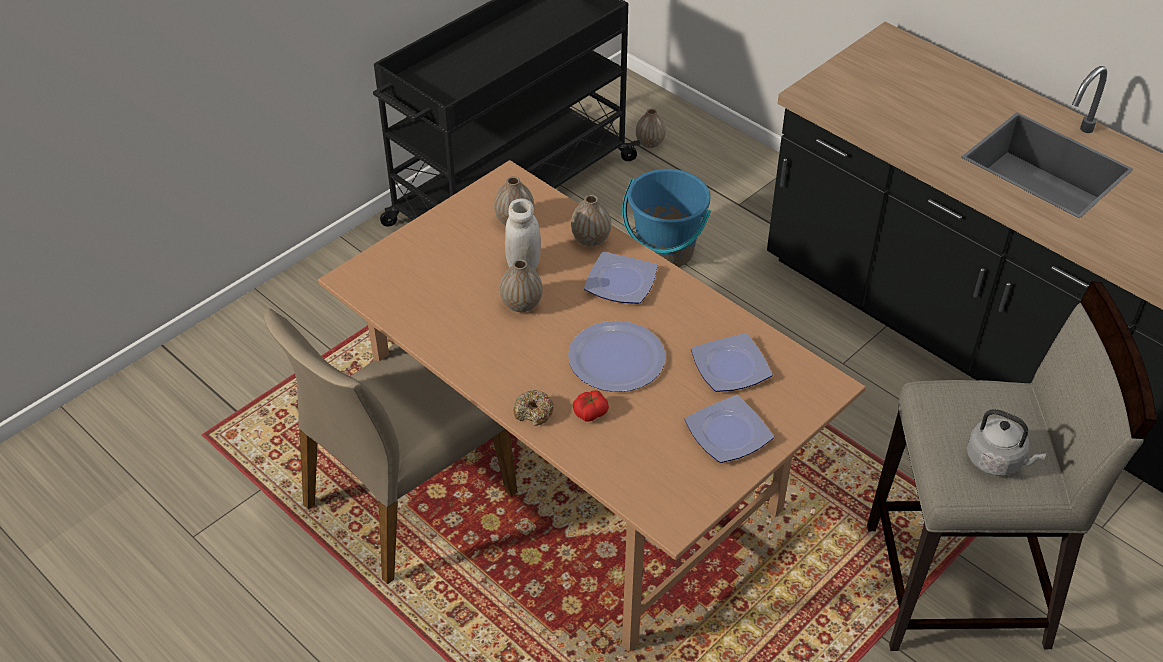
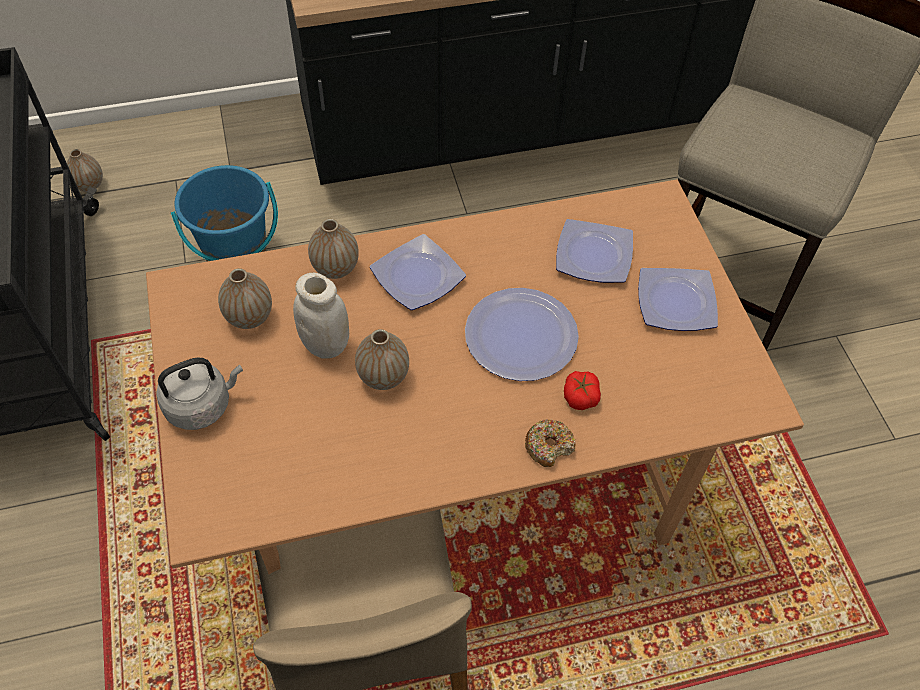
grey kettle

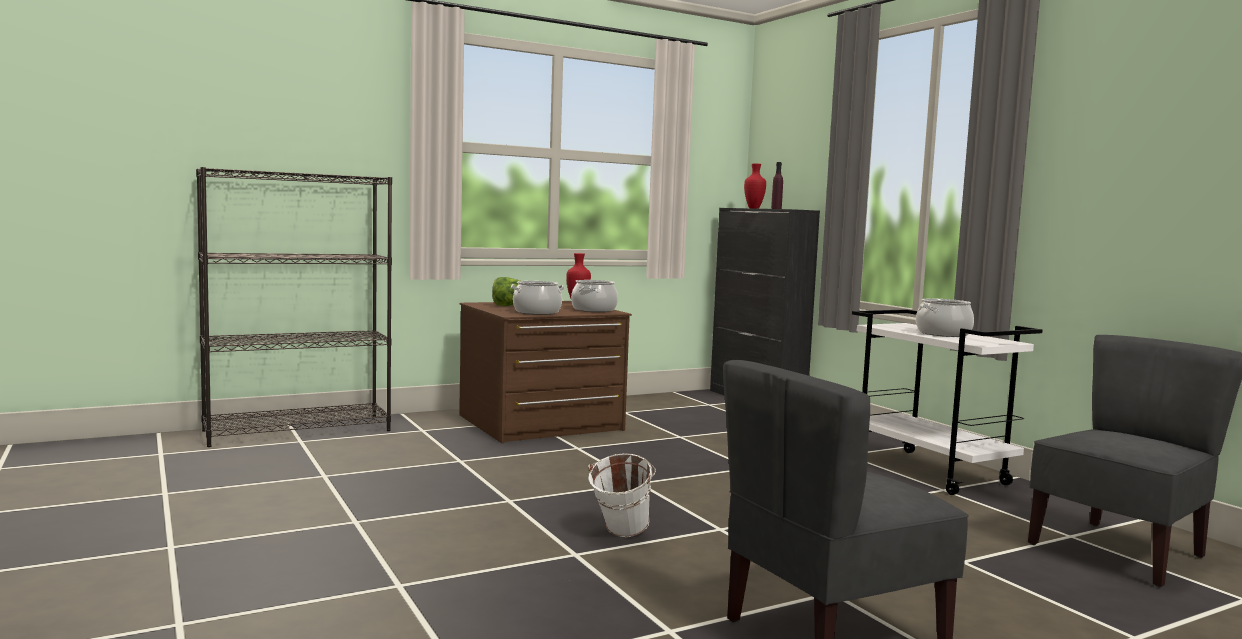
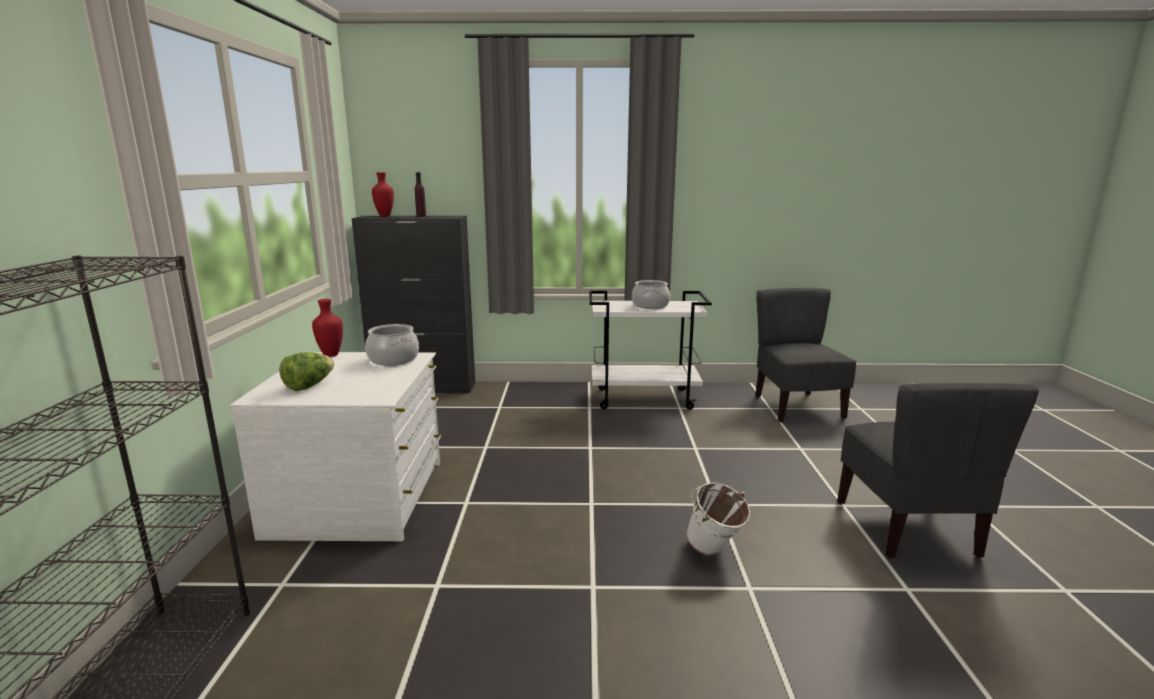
white dresser
cooking pot (1st from left in the first image)

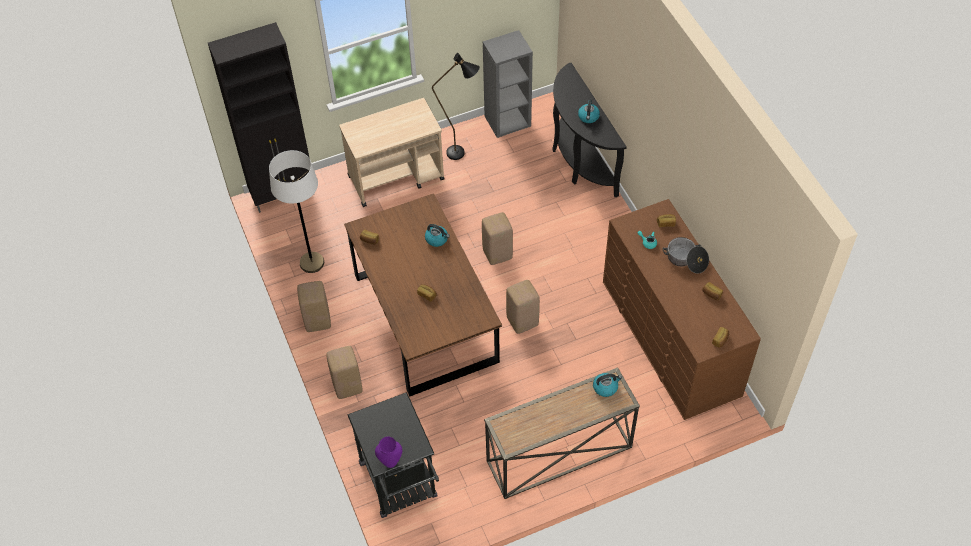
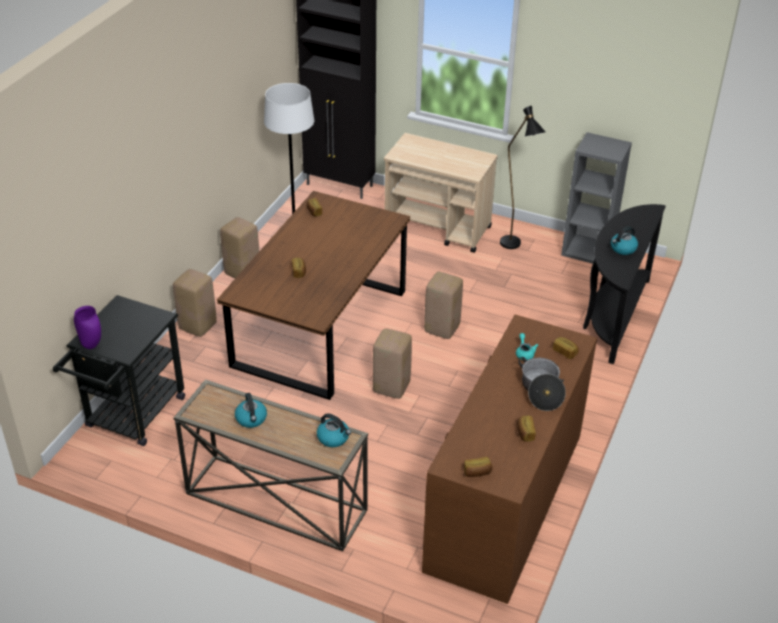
kettle (1st from left)

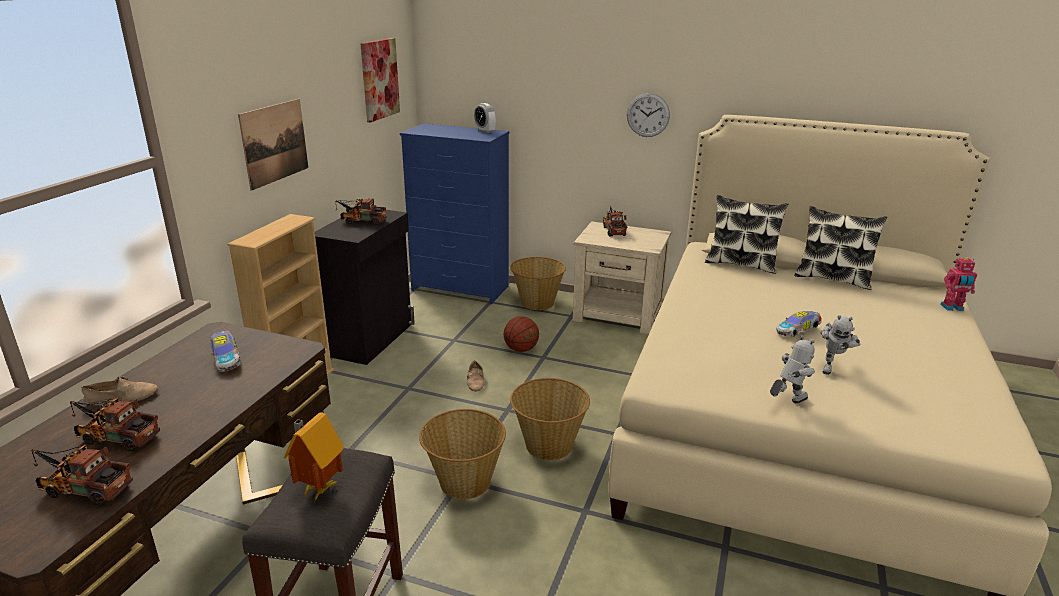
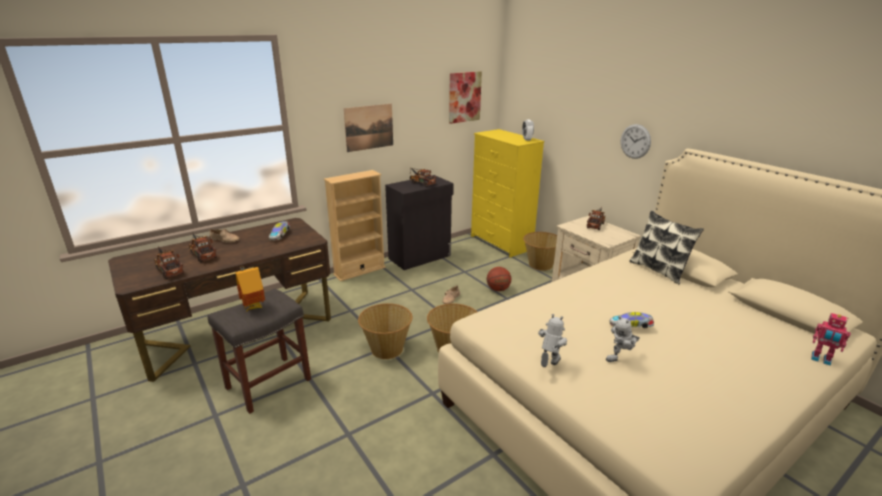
yellow dresser
toy robot (1st from left)
pillow (2nd from left in the first image)

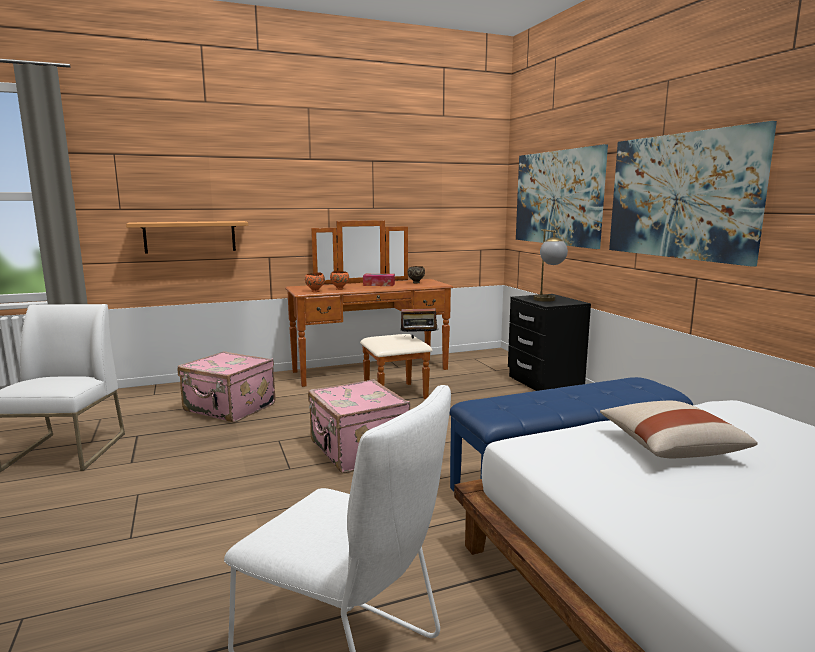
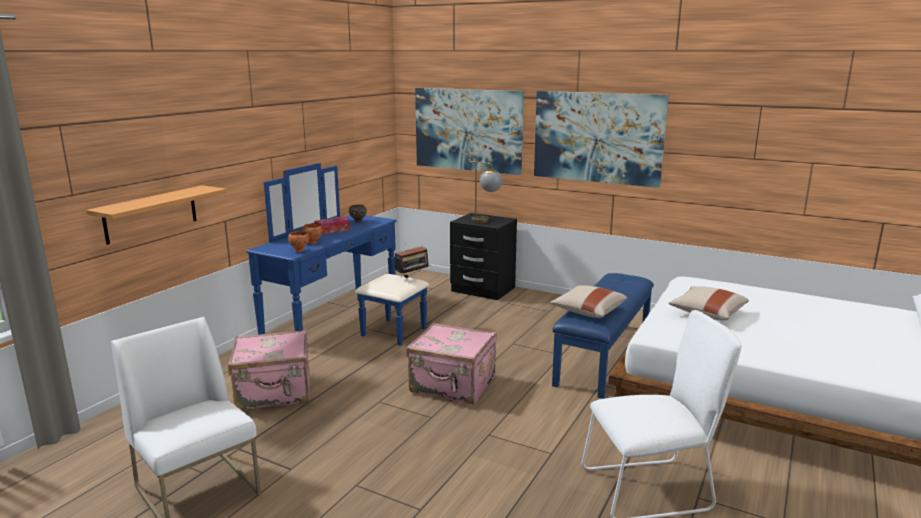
blue dresser
beige pillow (1st from left)

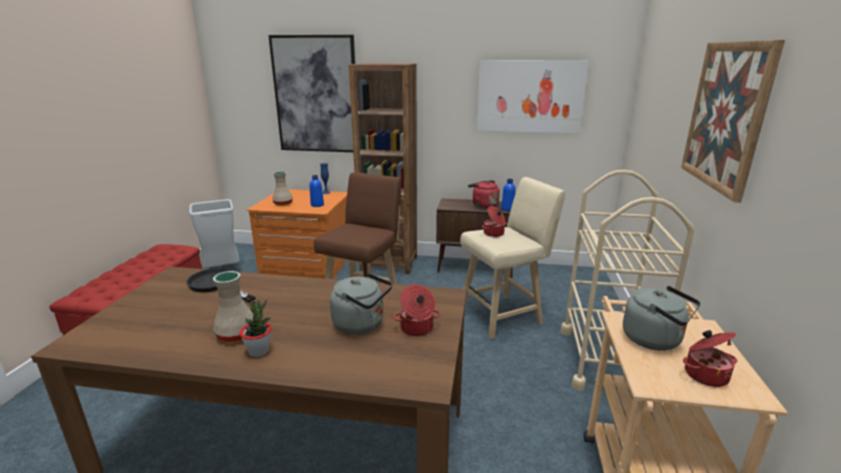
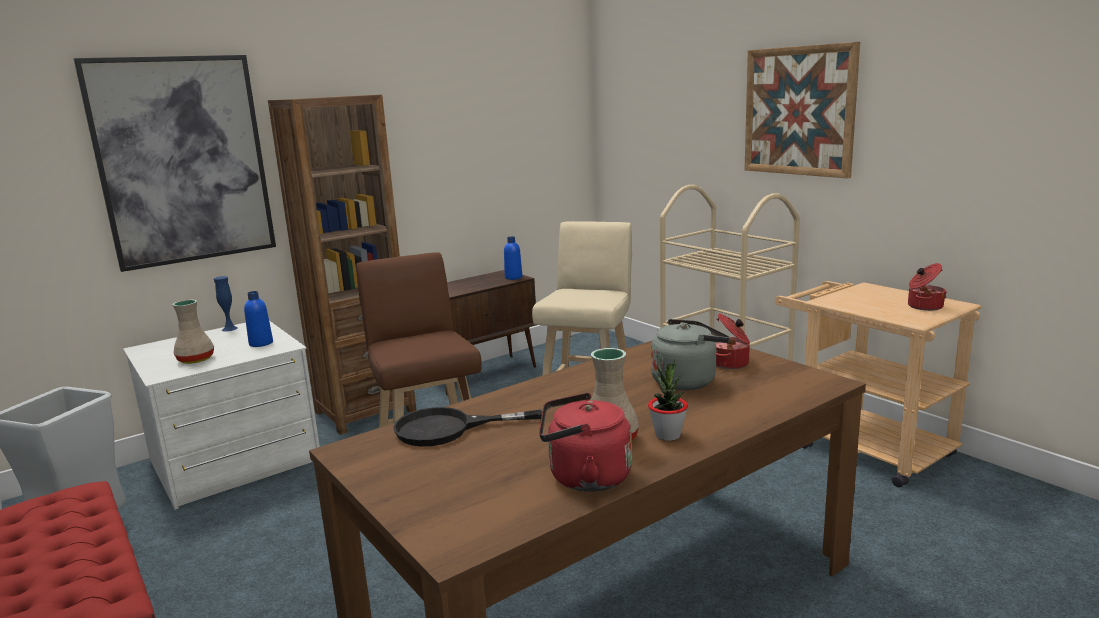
white dresser
red kettle
picture (2nd from left in the first image)
cooking pot (2nd from left in the first image)
grey kettle (2nd from left in the first image)

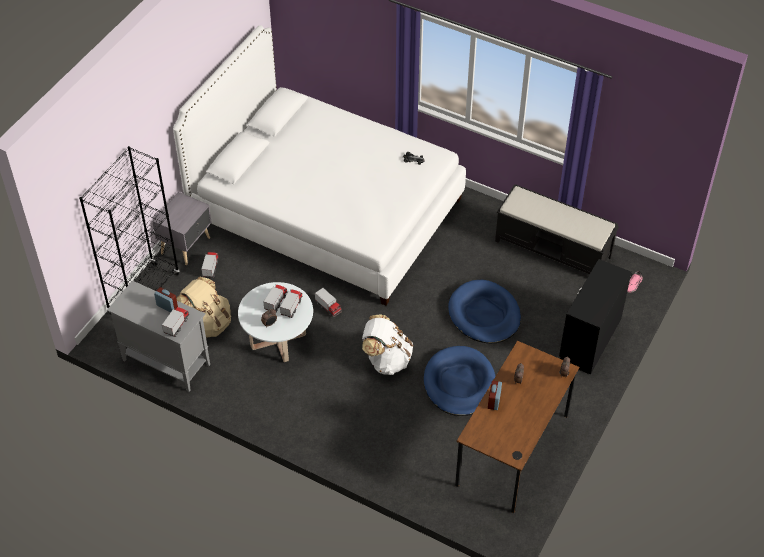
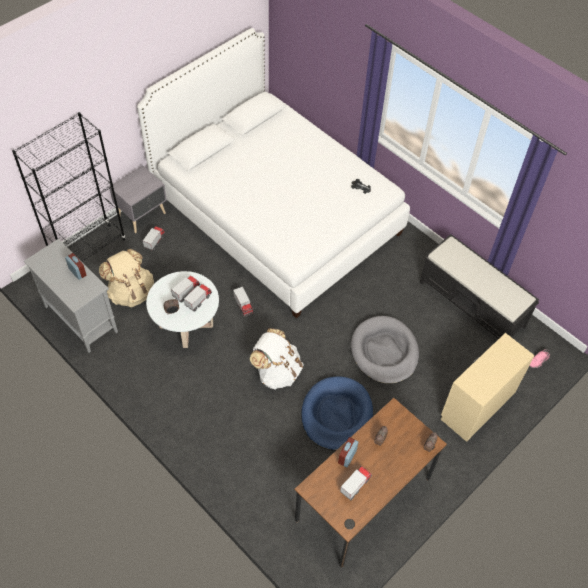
toy truck (5th from left)
grey dog bed
beige dresser

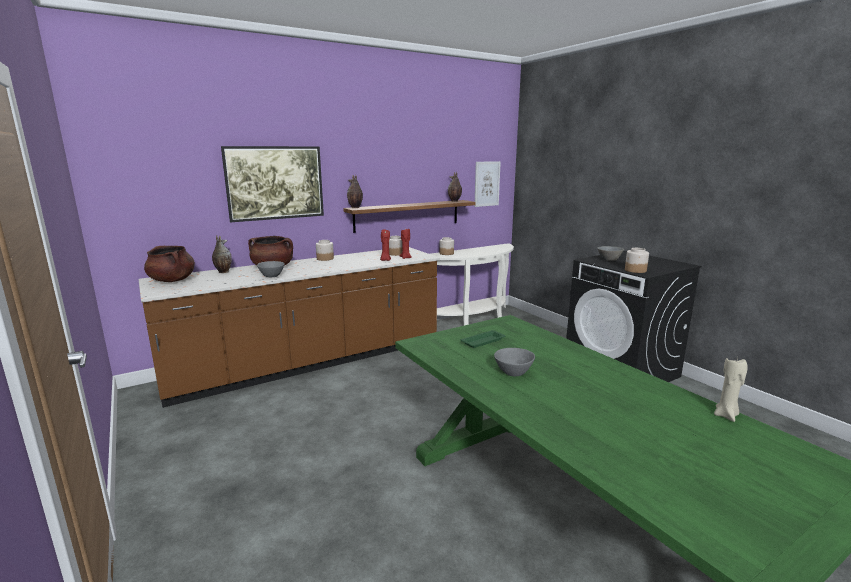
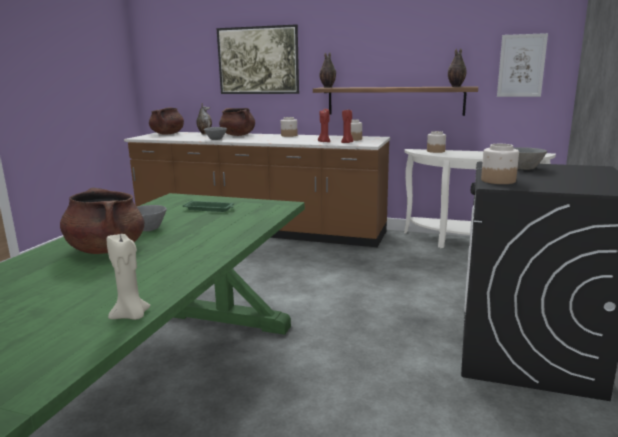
brown cooking pot (1st from left)

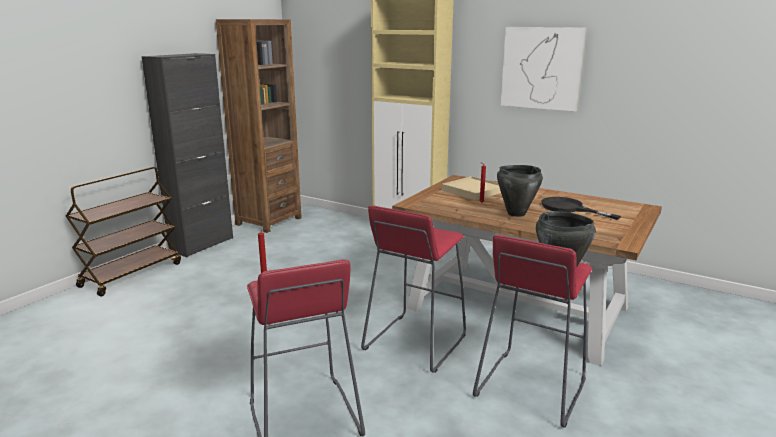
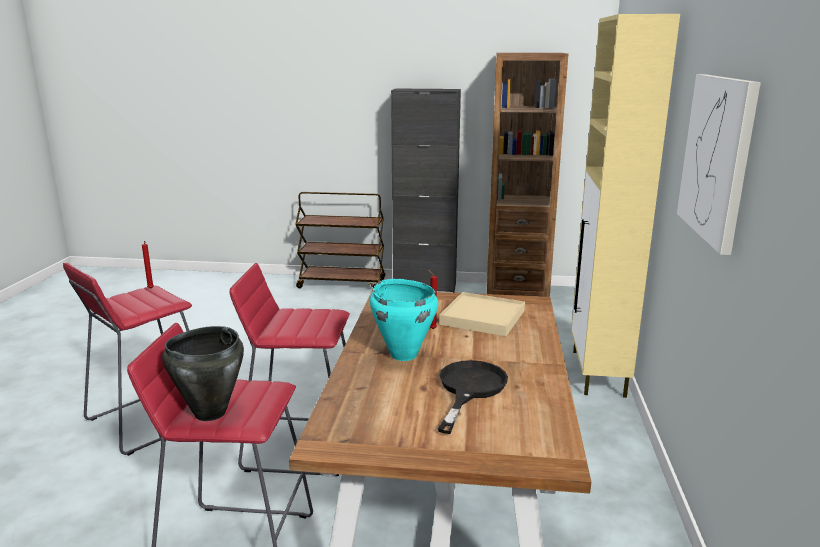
turquoise cooking pot

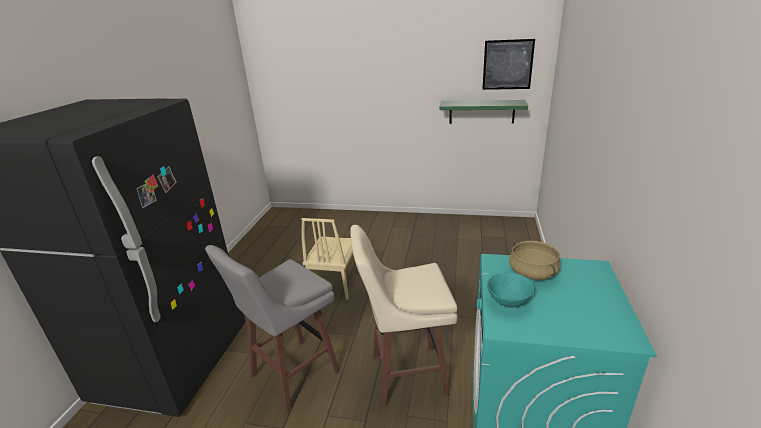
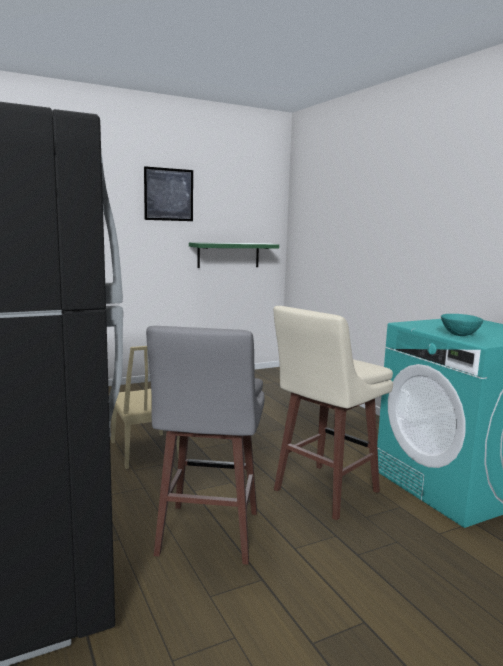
picture
beige cooking pot

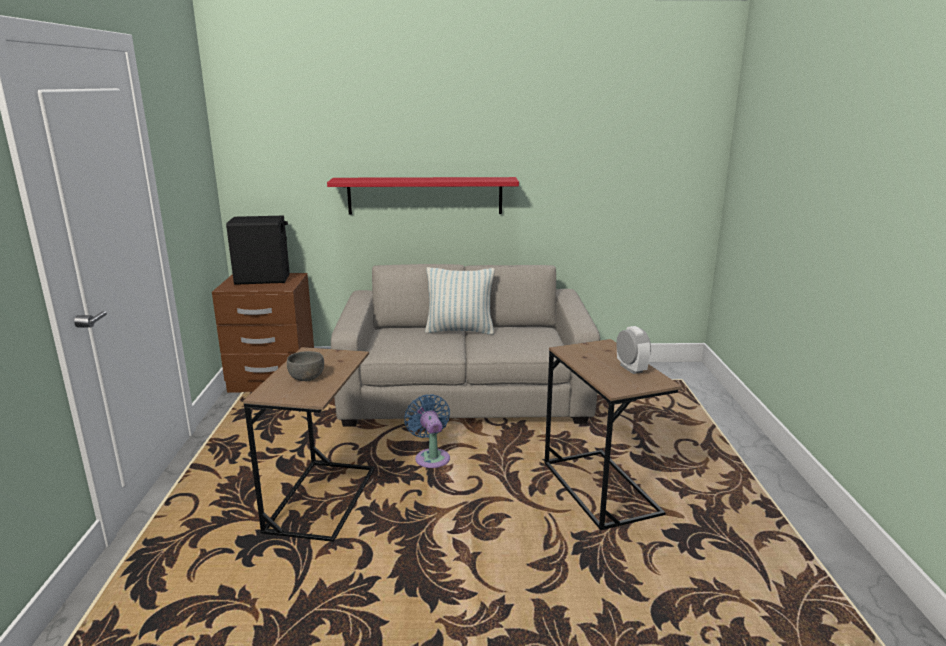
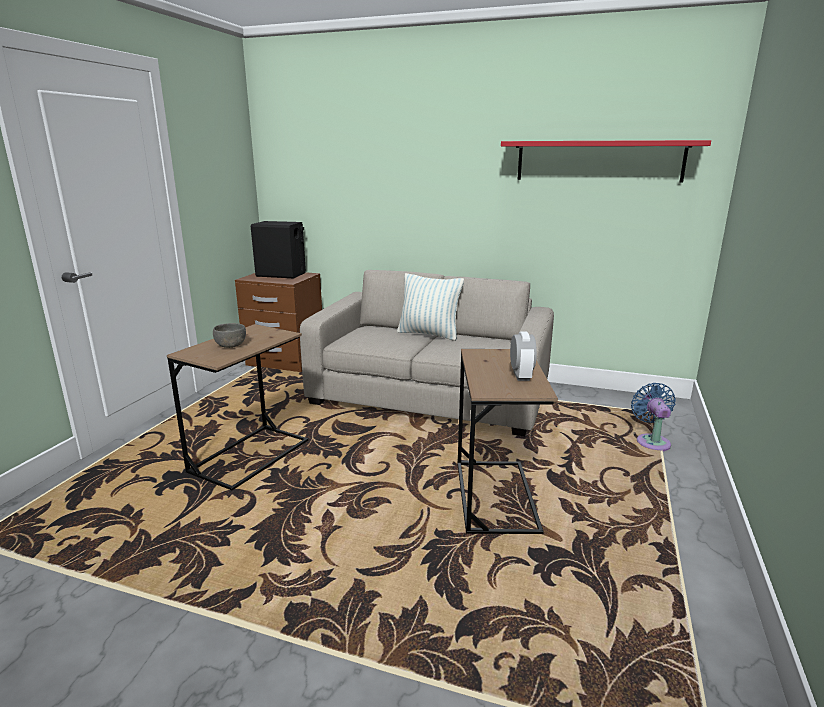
red shelf
blue fan

